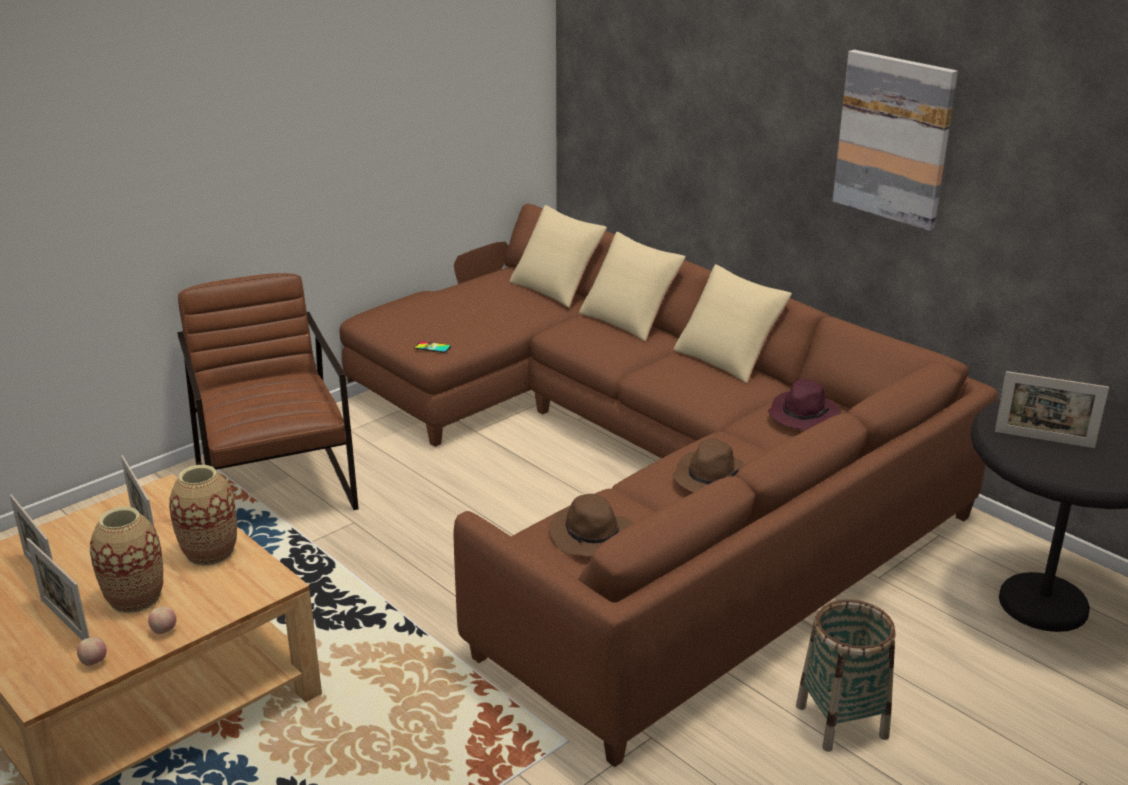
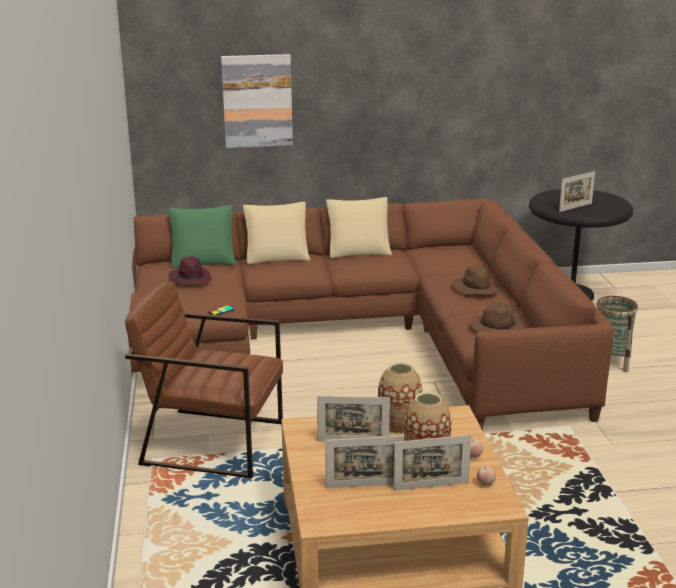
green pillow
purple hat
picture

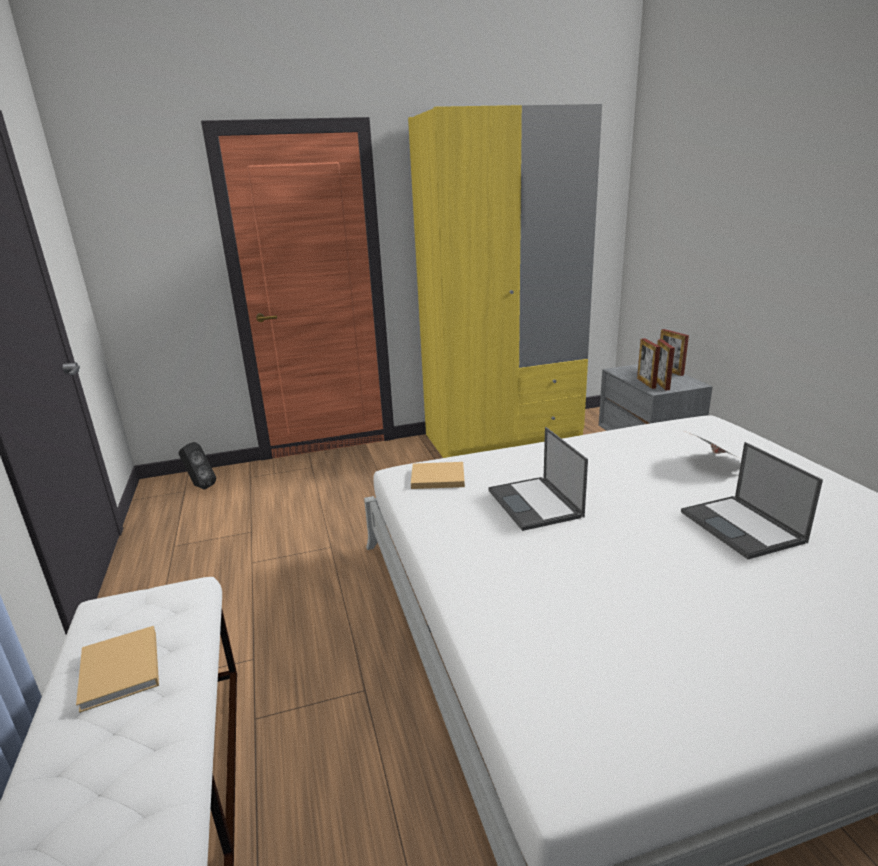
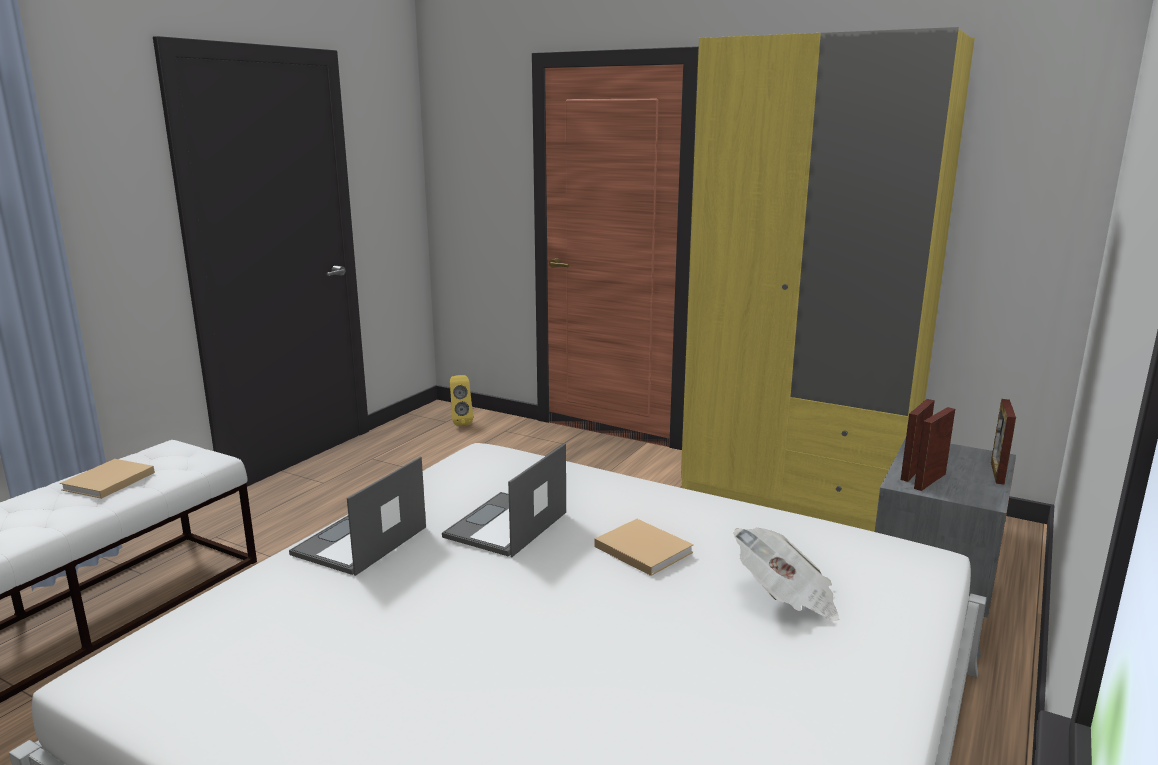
laptop (1st from left)
yellow speaker
beige book (2nd from left)

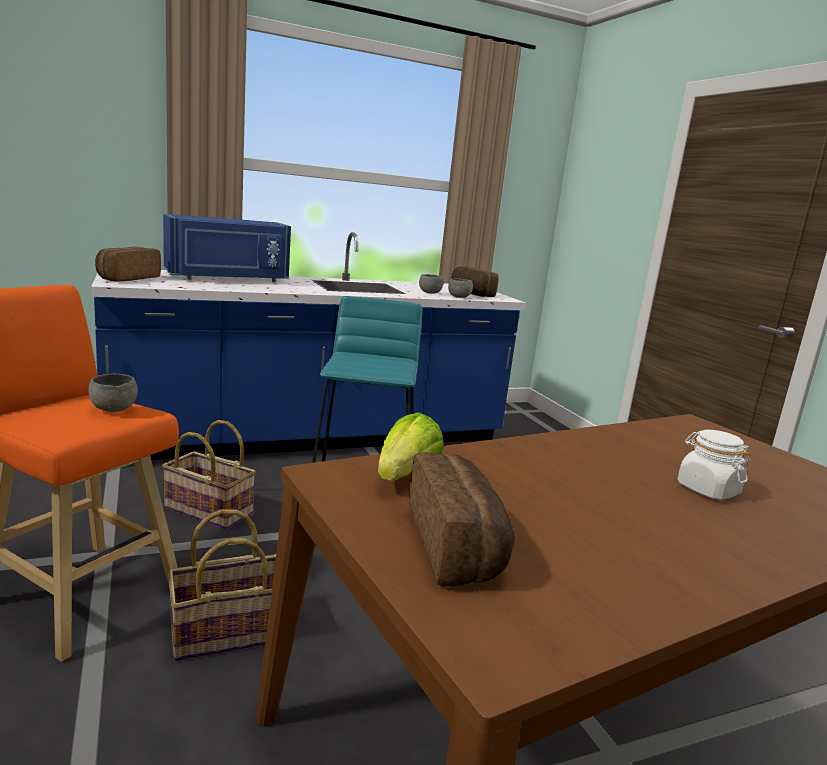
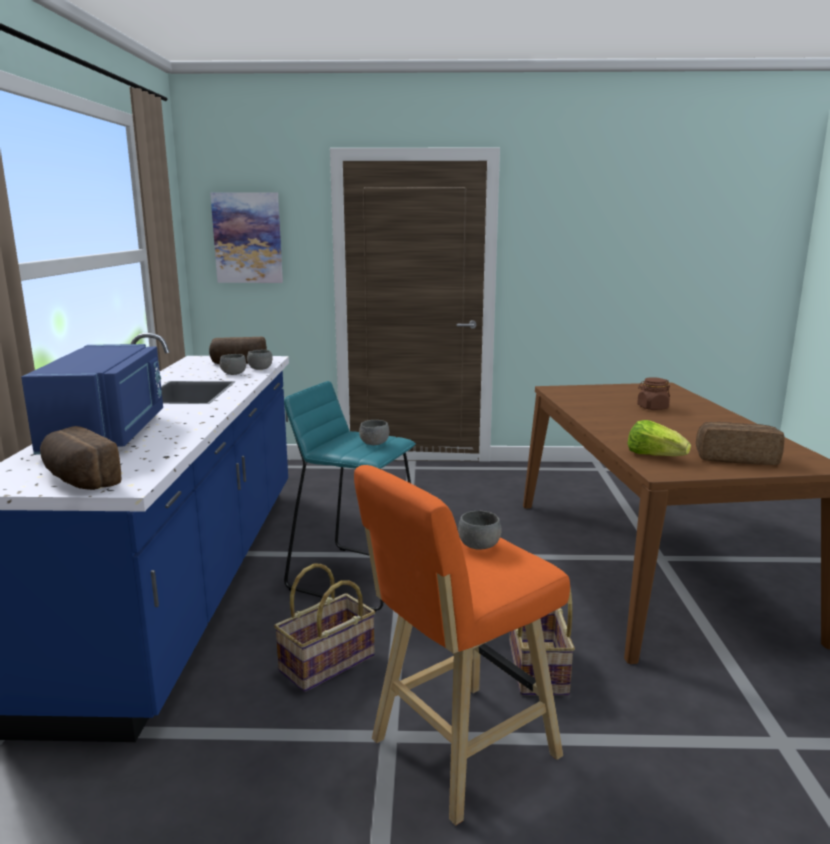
picture
grey bowl (3rd from left)
brown jar

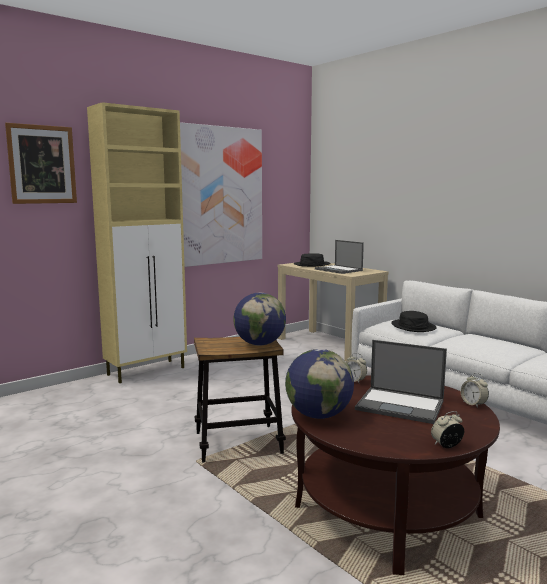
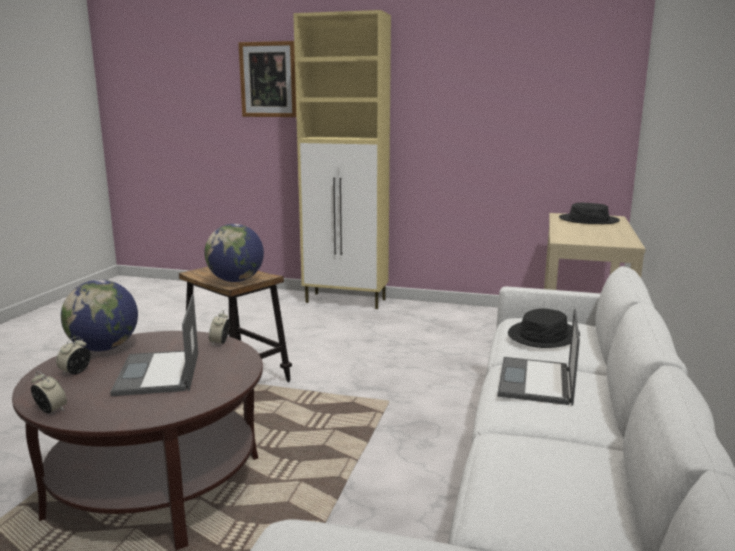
alarm clock (2nd from left)
laptop (2nd from left)
picture (2nd from left in the first image)

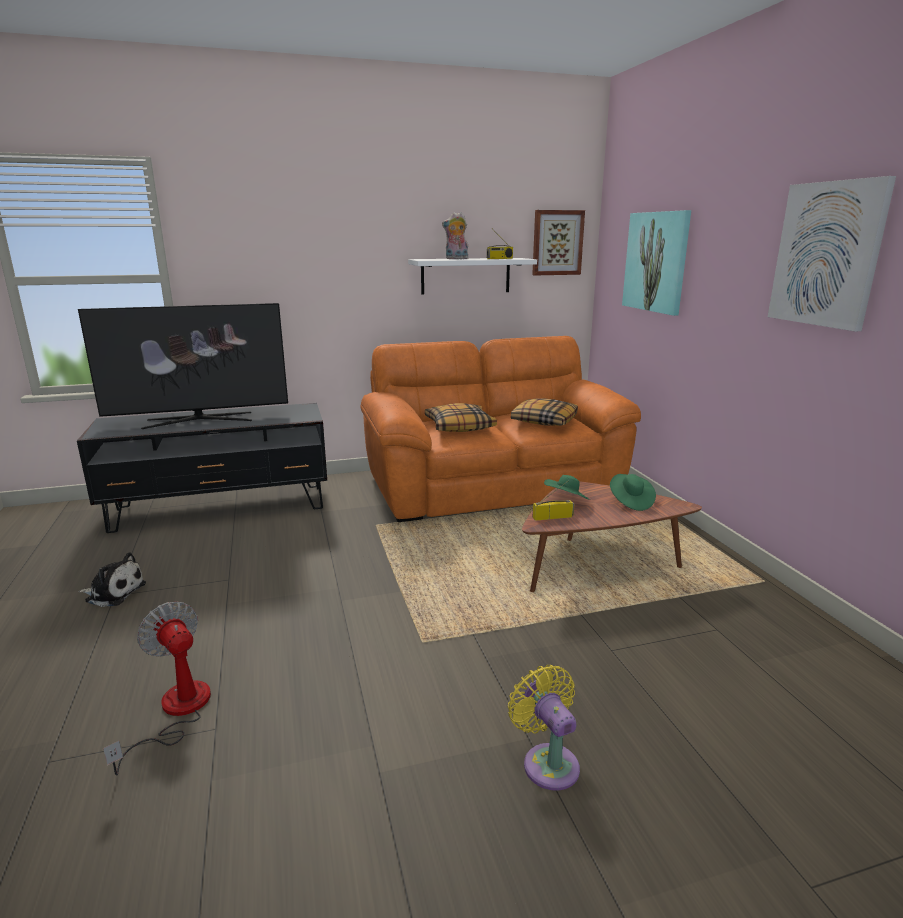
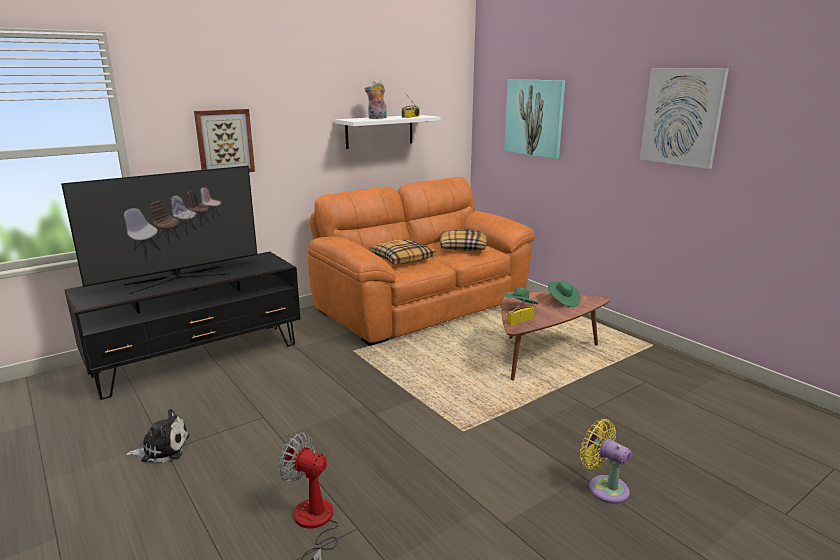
picture (1st from left)

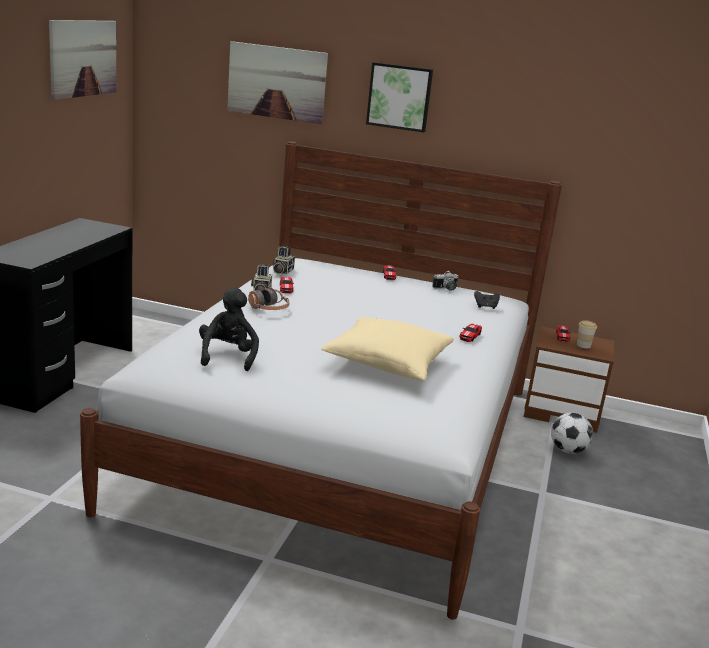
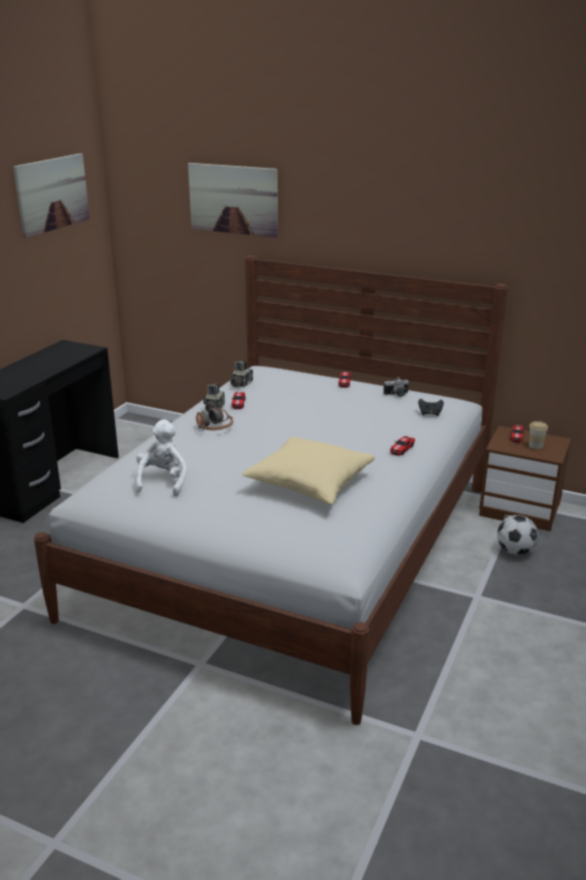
white plush toy
picture (3rd from left in the first image)

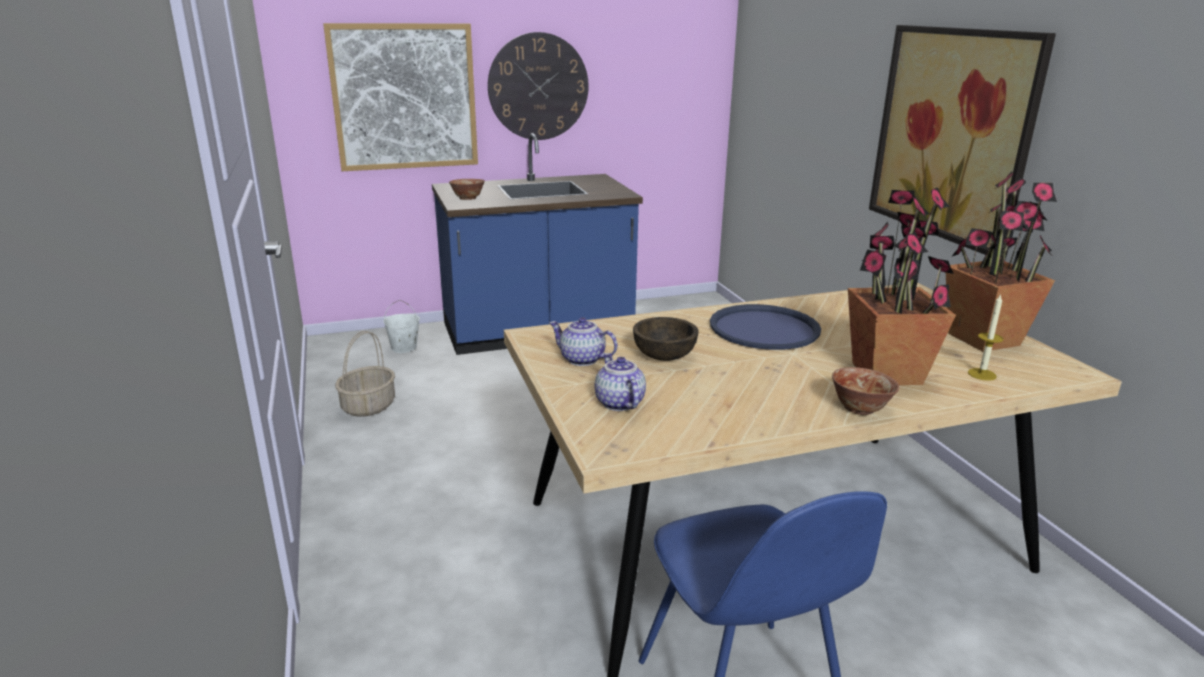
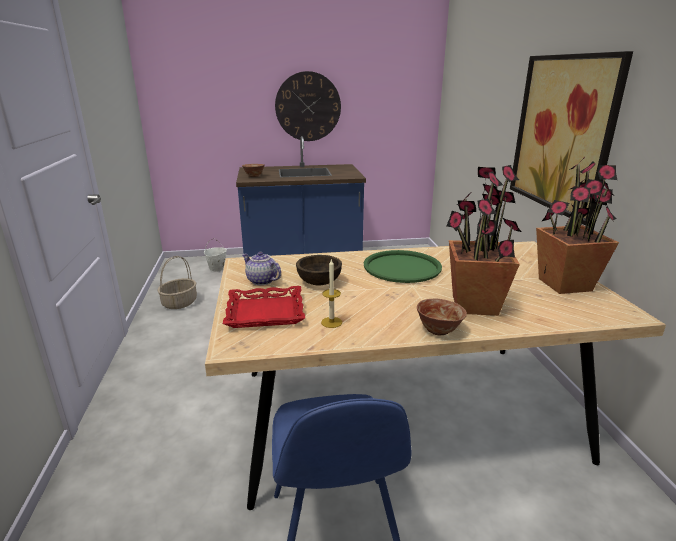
red tray
candle
green tray
picture (1st from left in the first image)

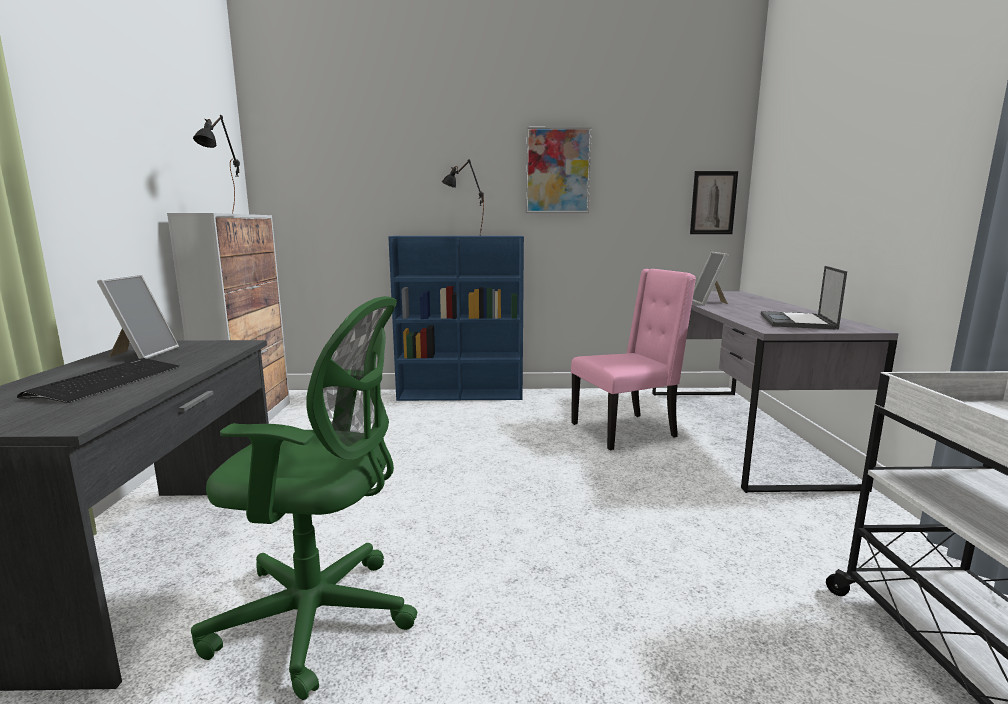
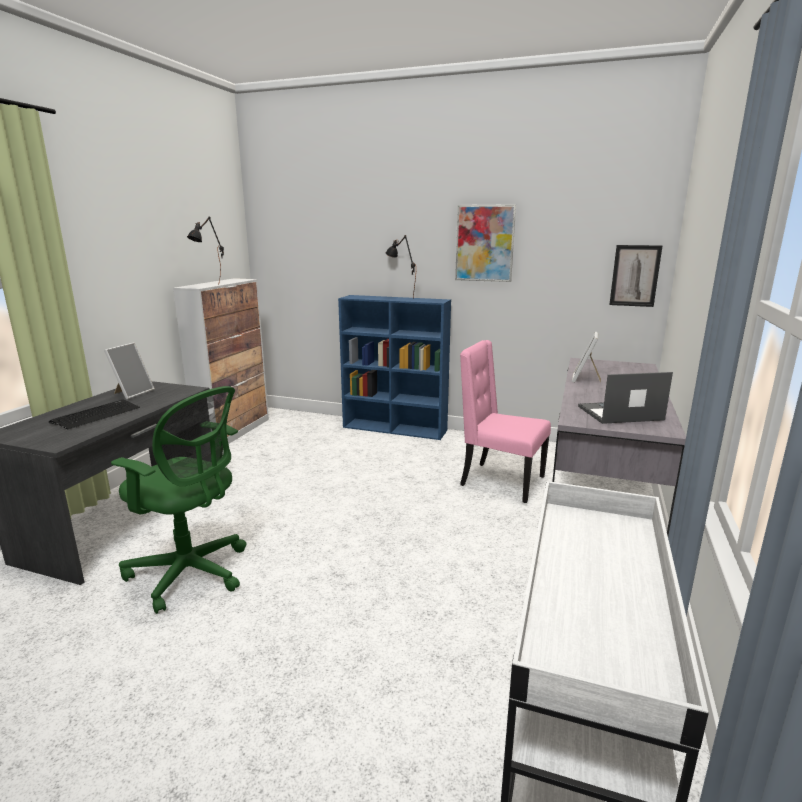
pink chair
laptop

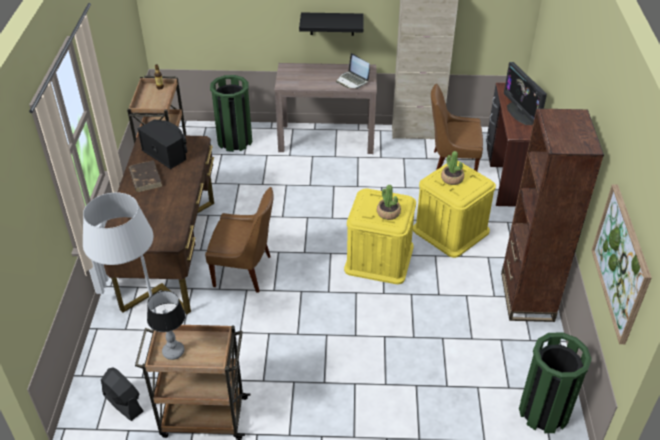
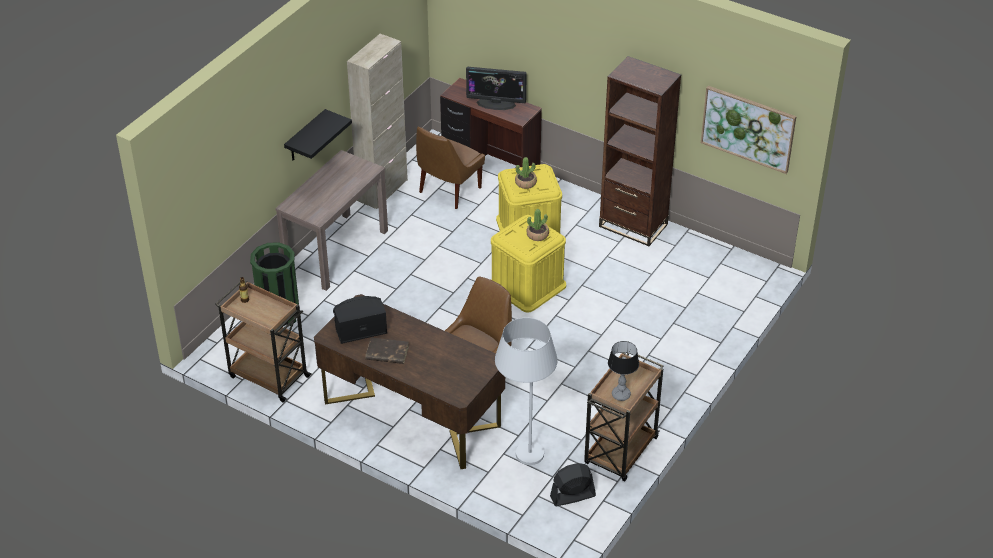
laptop
green trash can (2nd from left in the first image)

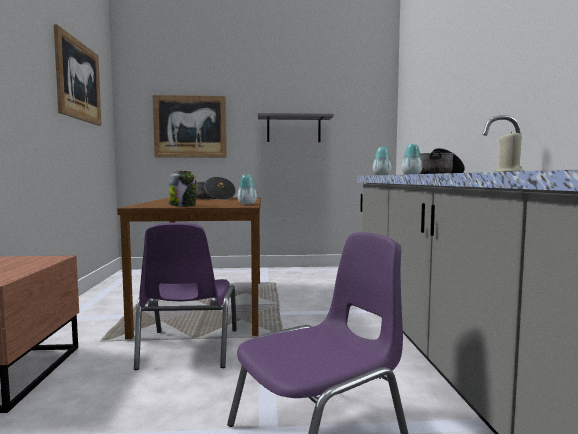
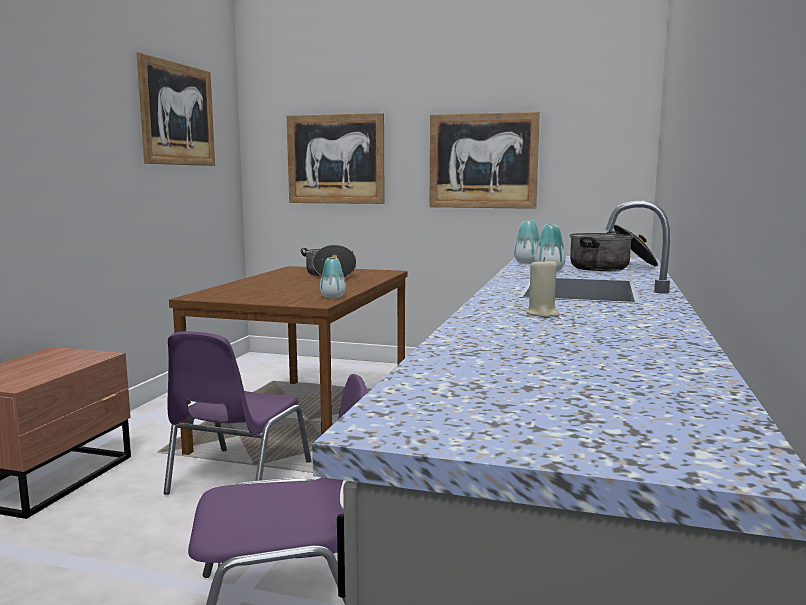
picture (3rd from left)
jar

